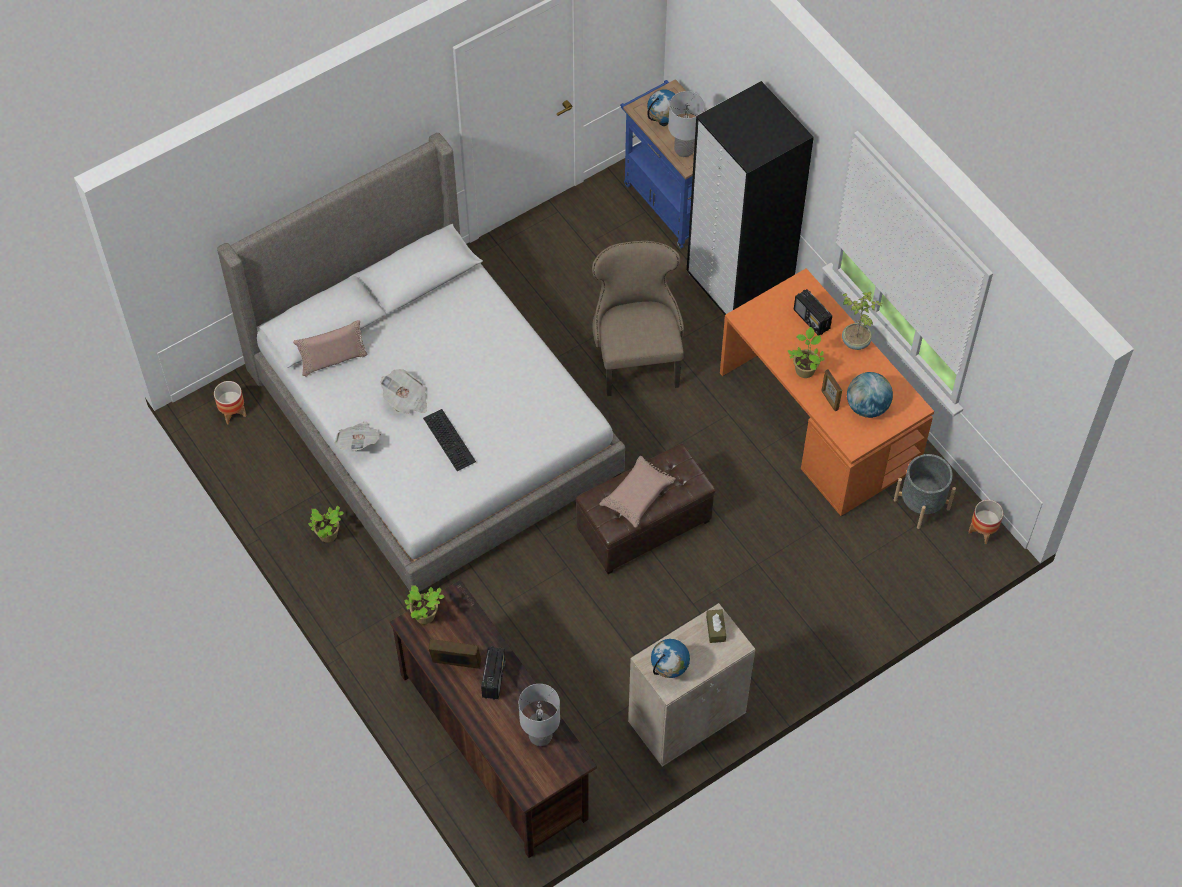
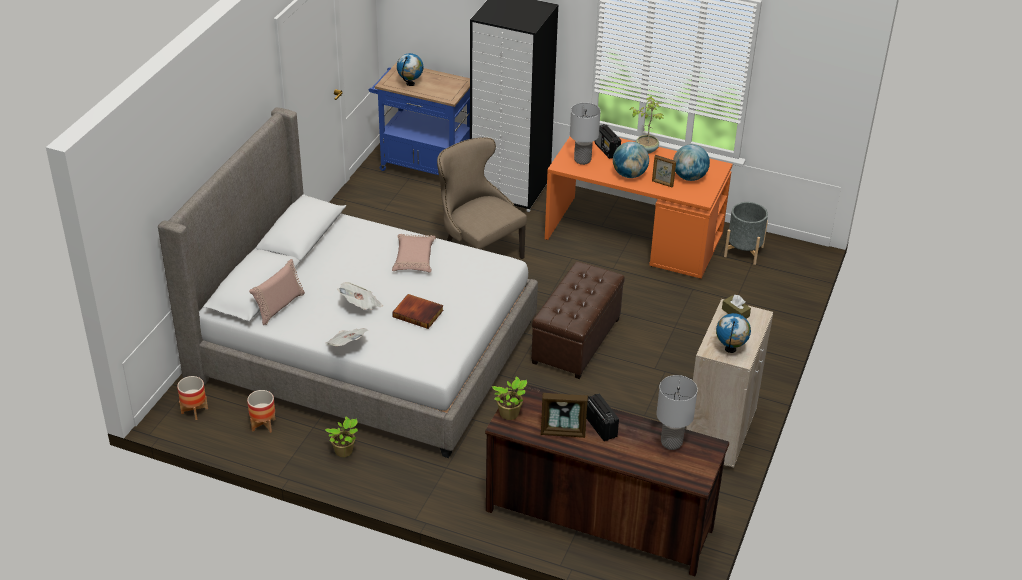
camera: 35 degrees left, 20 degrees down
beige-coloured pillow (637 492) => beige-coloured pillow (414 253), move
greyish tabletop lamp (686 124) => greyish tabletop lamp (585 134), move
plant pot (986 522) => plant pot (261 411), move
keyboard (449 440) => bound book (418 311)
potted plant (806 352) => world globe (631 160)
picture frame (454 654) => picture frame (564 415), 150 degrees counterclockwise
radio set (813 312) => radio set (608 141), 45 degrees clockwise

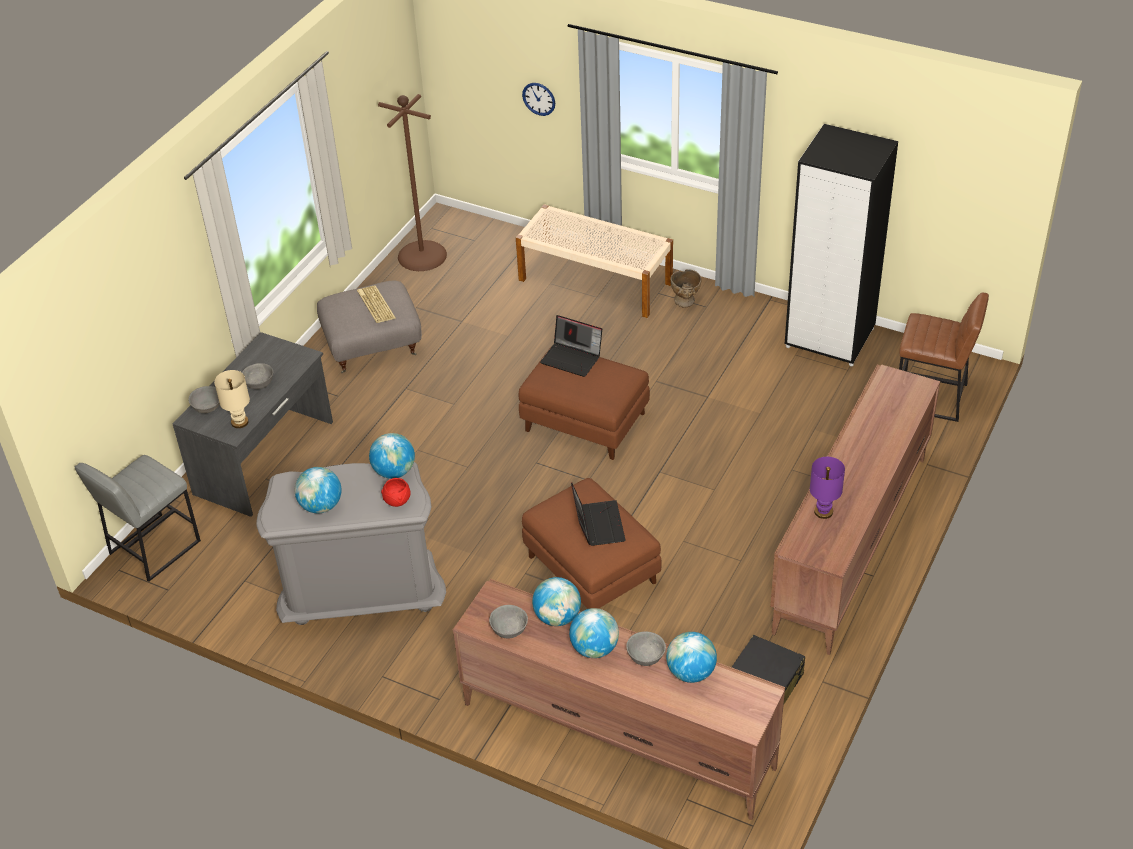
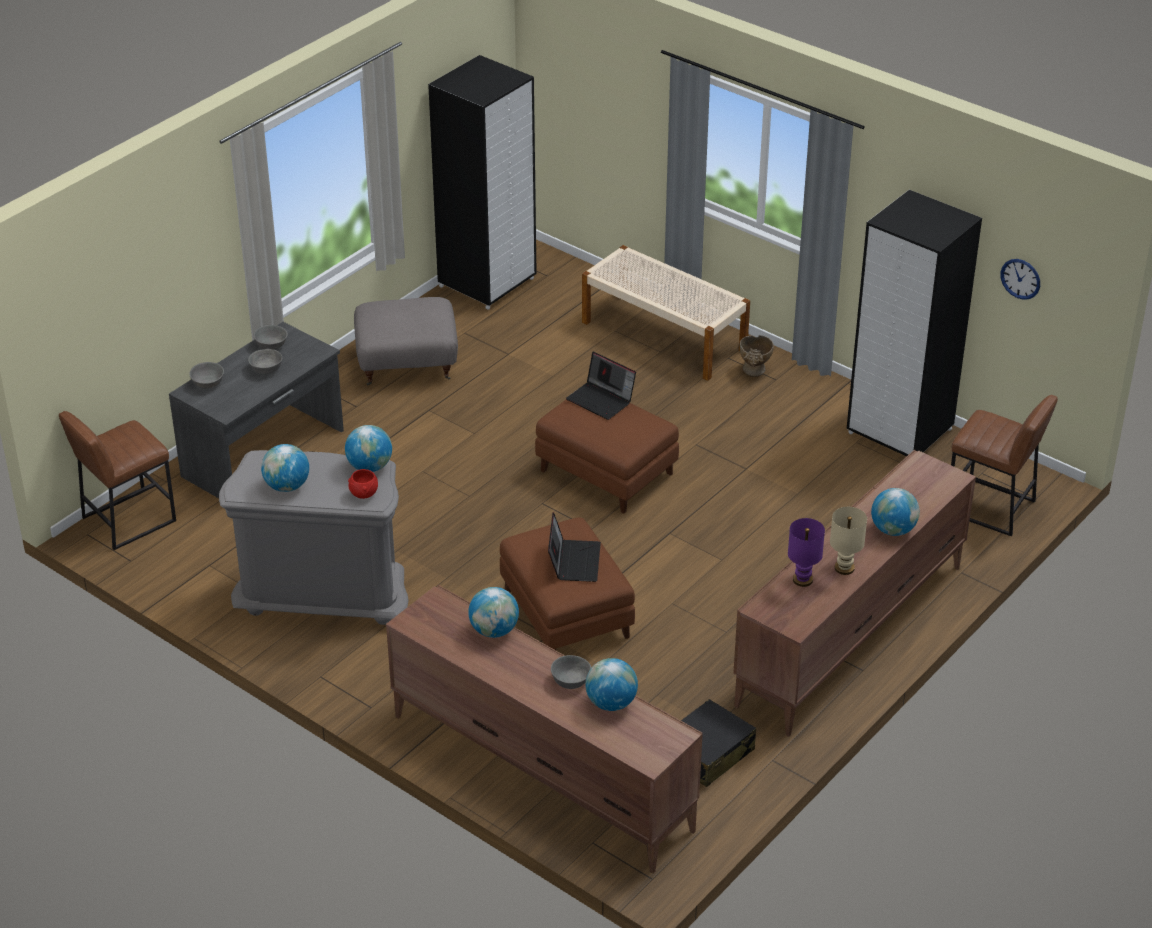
camera: 10 degrees right, 5 degrees down
keyboard (376 304) => nothing
beige-coloured tabletop lamp (232 399) => beige-coloured tabletop lamp (848 541), move
greyish bowl (508 621) => greyish bowl (270 337), move
hanging clock (538 99) => hanging clock (1020 279), move
world globe (594 633) => world globe (895 512), move
brownish garment stand (412 182) => wardrobe (482 182)
greyish plain chair (138 518) => brownish plain chair (117 480)

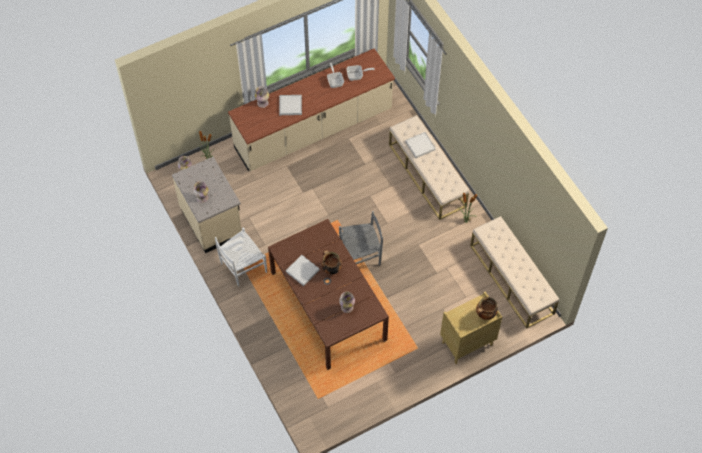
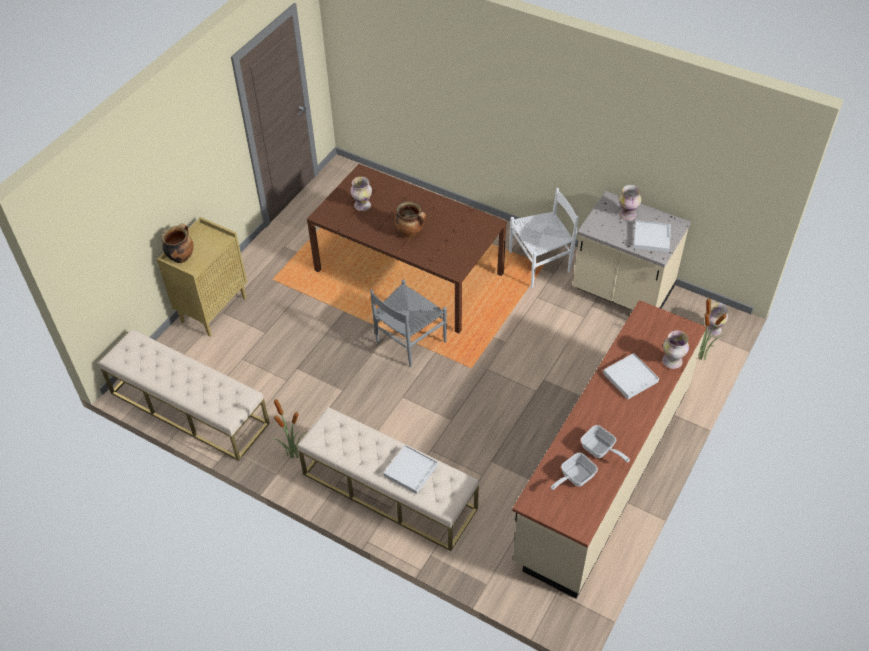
camera: 150 degrees right, 10 degrees down
white tray (303 270) => white tray (652 236), move
white plain chair (241 257) => white plain chair (544 238), 45 degrees clockwise

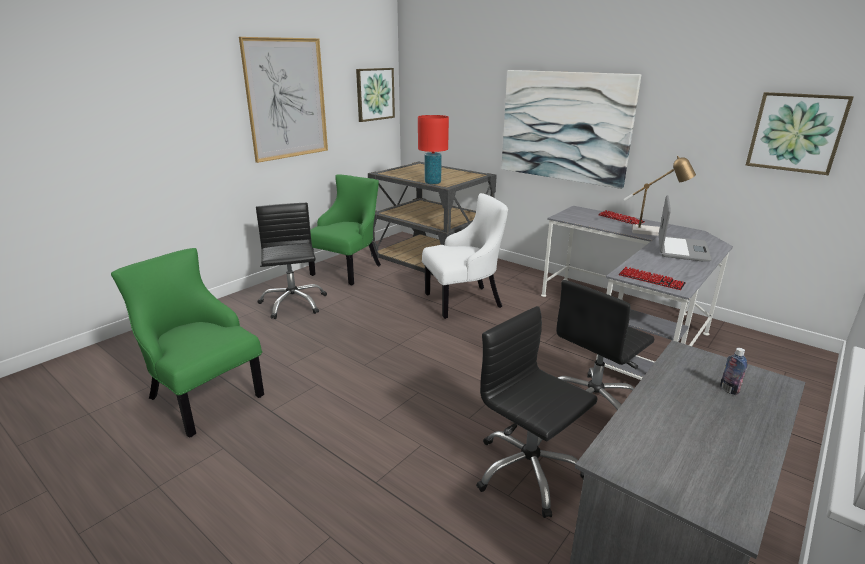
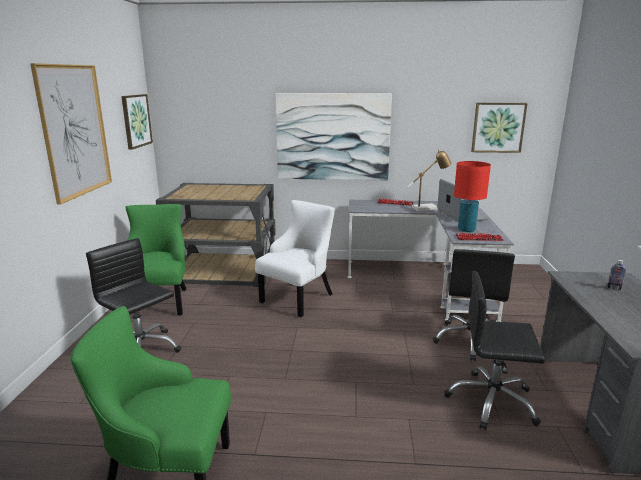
camera: 35 degrees left, 5 degrees down
reddish tabletop lamp (433 149) => reddish tabletop lamp (472 196), move

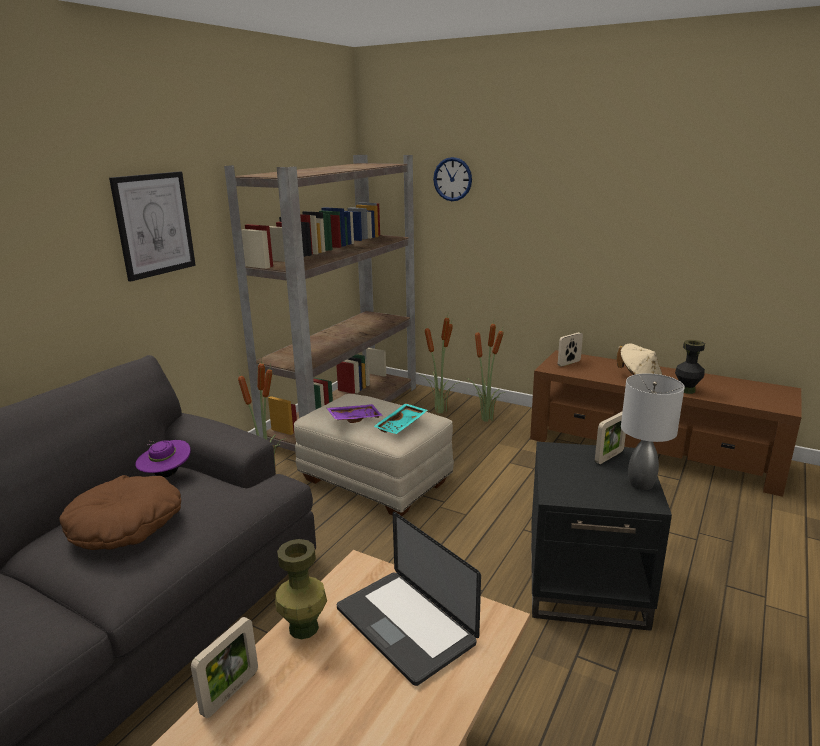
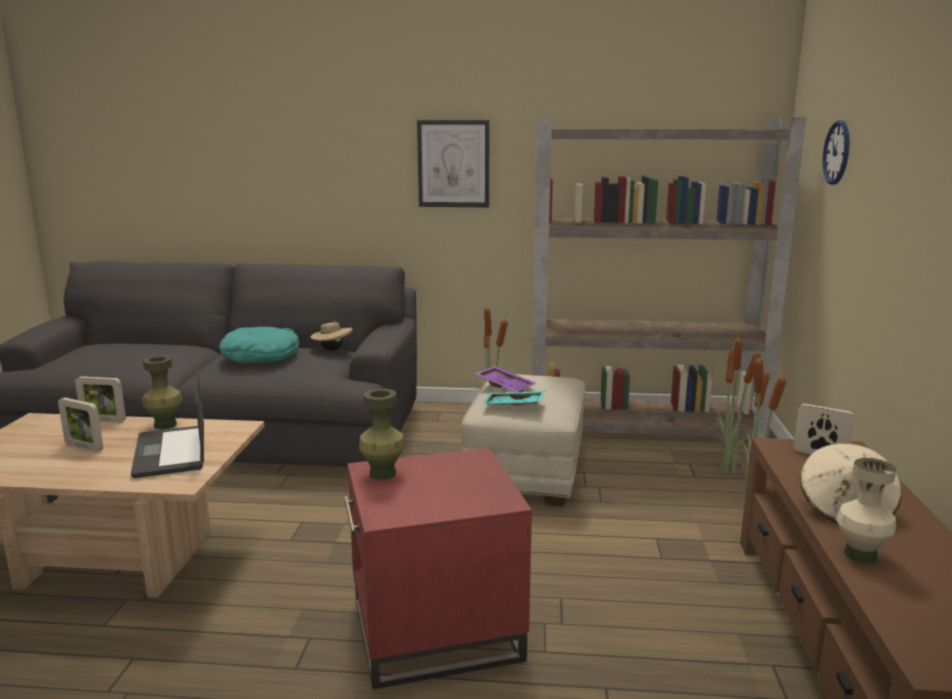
camera: 65 degrees right, 5 degrees down
greyish tabletop lamp (653 431) => nothing
nothing => greenish decorative vase (382 434)
picture frame (610 438) => picture frame (80 424), move
brownish pillow (120 512) => turquoise-coloured pillow (259 345)
purple clothing hat (163 458) => beige-coloured clothing hat (331 335)
black-coloured end table (601 536) => reddish end table (438 568)
black-coloured decorative vase (690 367) => beige-coloured decorative vase (866 511)
notebook computer (409 599) => notebook computer (167 424), 45 degrees counterclockwise

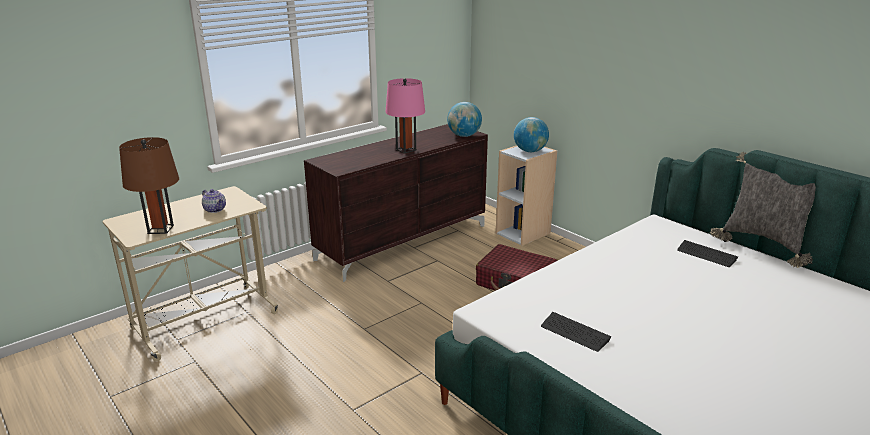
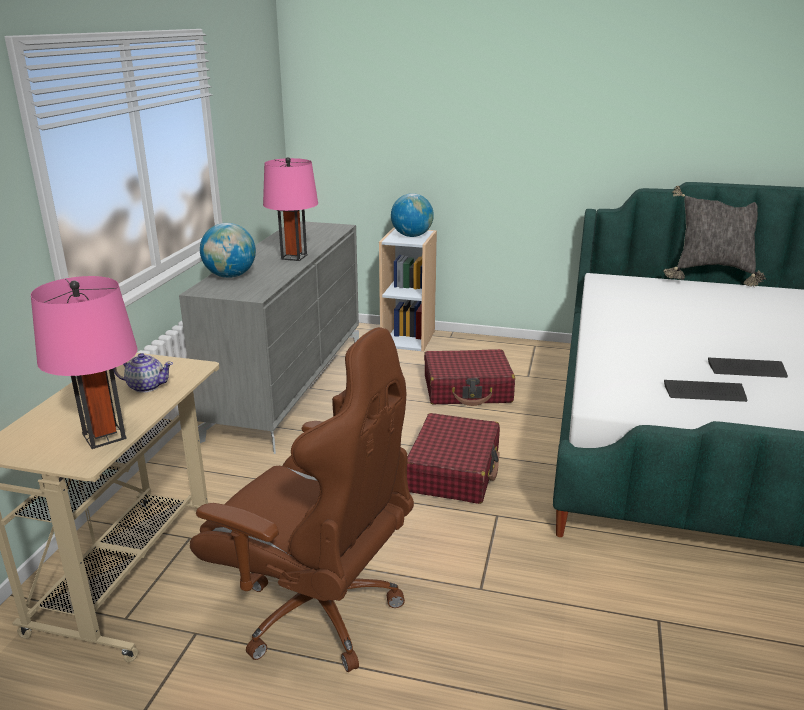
camera: 35 degrees left, 0 degrees up
nothing => brownish office chair (302 499)
nothing => reddish travel case (453 458)
world globe (464 119) => world globe (228 250), move
keyboard (707 253) => keyboard (748 367), move
brownish tabletop lamp (149 185) => pink-coloured tabletop lamp (84 362)
brownish chest of drawers (396 203) => greyish chest of drawers (269 337)

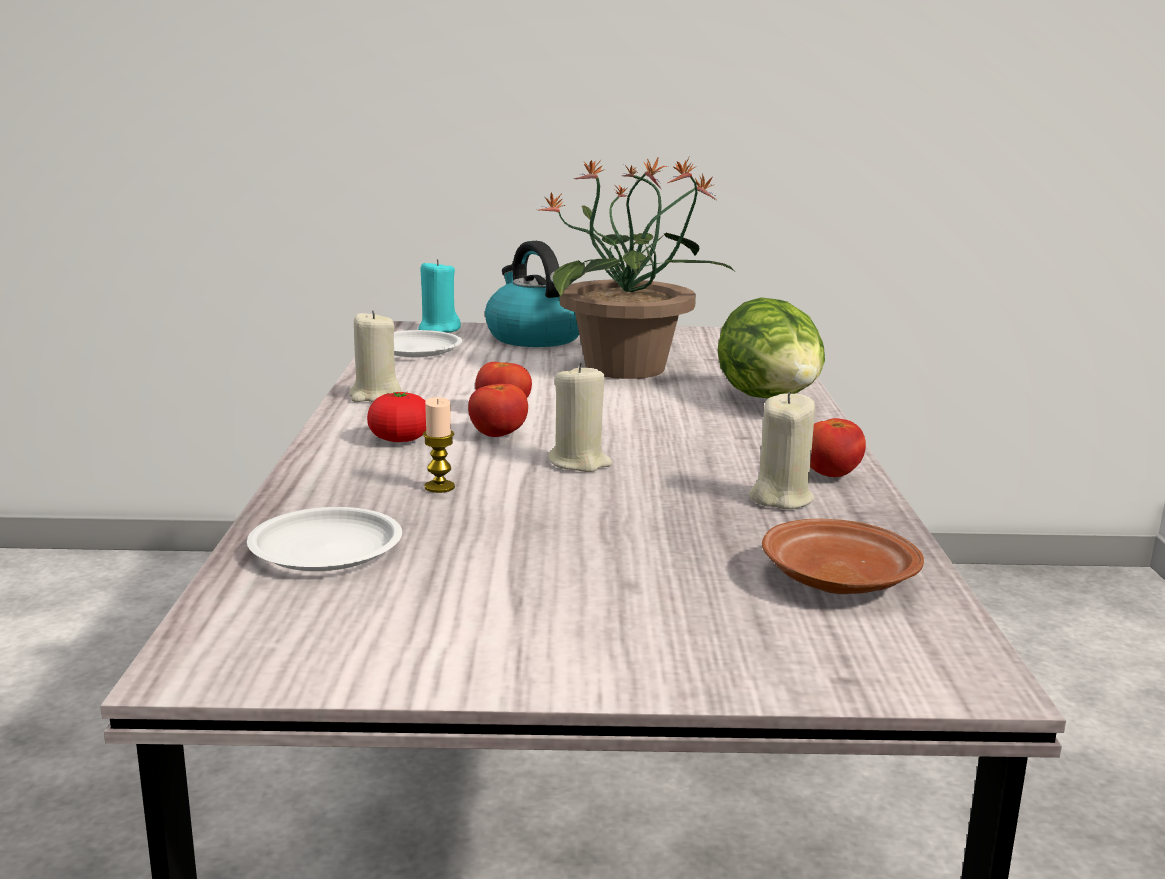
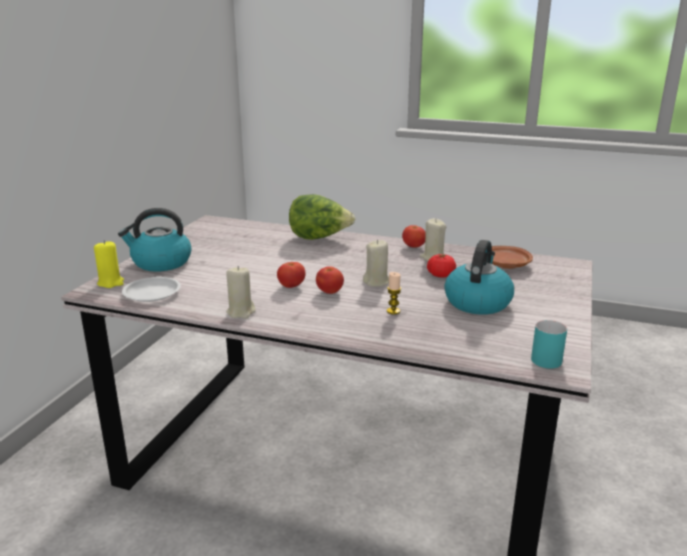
camera: 70 degrees left, 5 degrees up
white dinner plate (324 539) => nothing
potted plant (636 267) => nothing
nothing => water kettle (479 277)
nothing => turquoise-coloured coffee mug (549 344)
fresh tomato (396 417) => fresh tomato (441 265), move
turquoise-coloured wax light (439 295) => yellowish wax light (109 264)

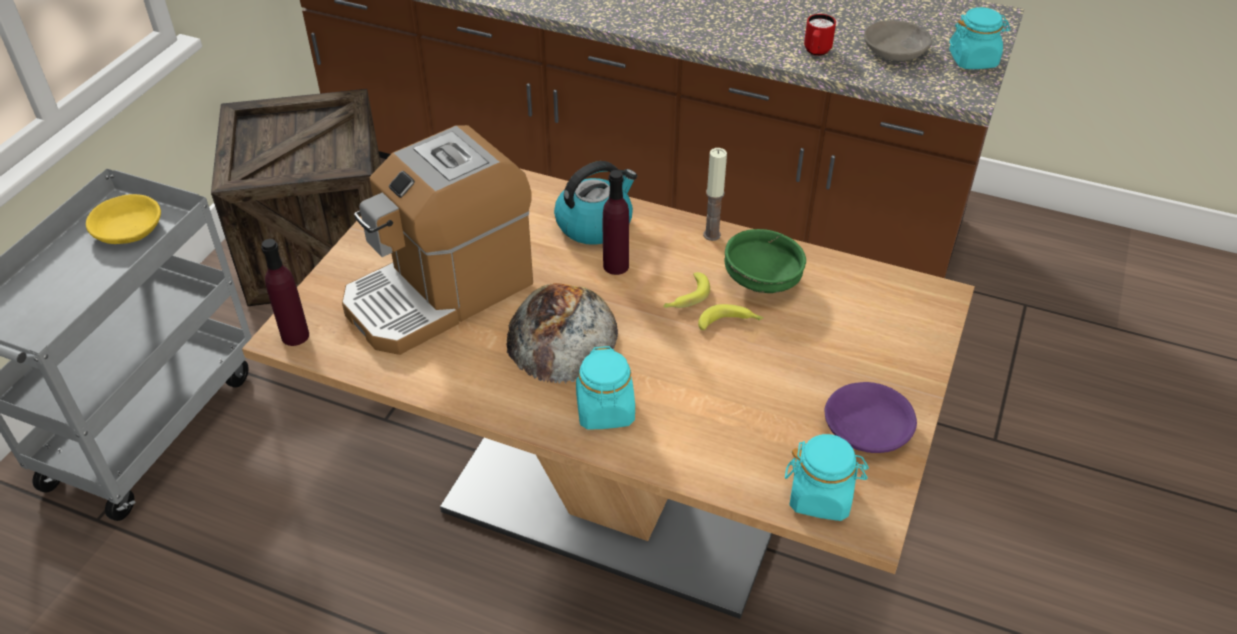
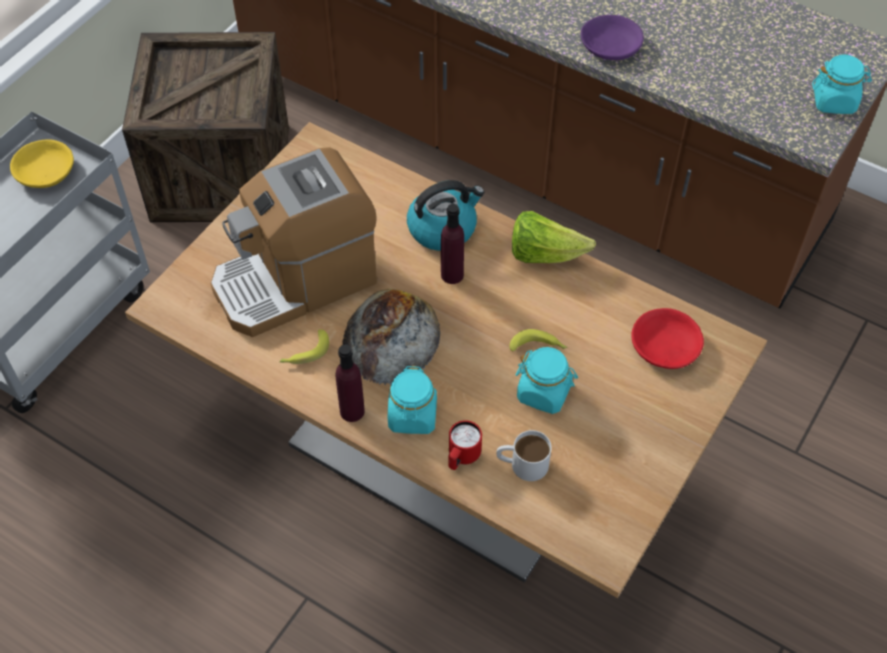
camera: 10 degrees right, 10 degrees up
greenish bowl (765 261) => nothing
greyish bowl (898 40) => nothing
nothing => white coffee mug (523 455)
nothing => reddish bowl (667 338)
purple bottle (285 292) => purple bottle (350 383), move
banana (686 290) => banana (304 346), move
turquoise-coloured preserve jar (827 477) => turquoise-coloured preserve jar (547 380), move
reddish coffee mug (820 35) => reddish coffee mug (465 445), move
purple bowl (870 417) => purple bowl (612 37), move
wax light (715 194) => head of lettuce (554 237)

